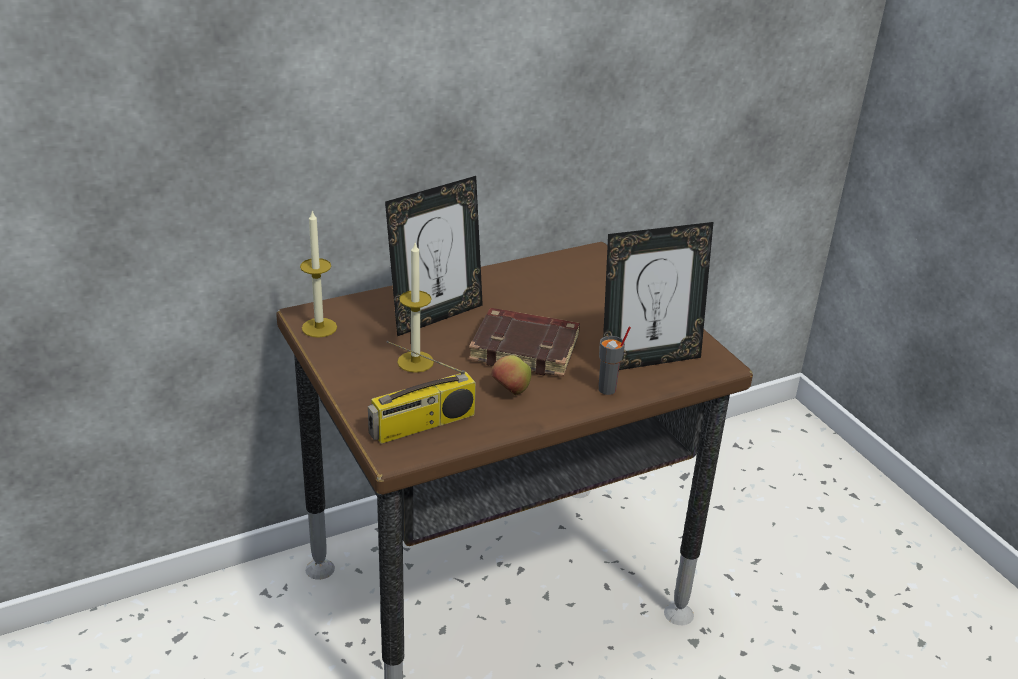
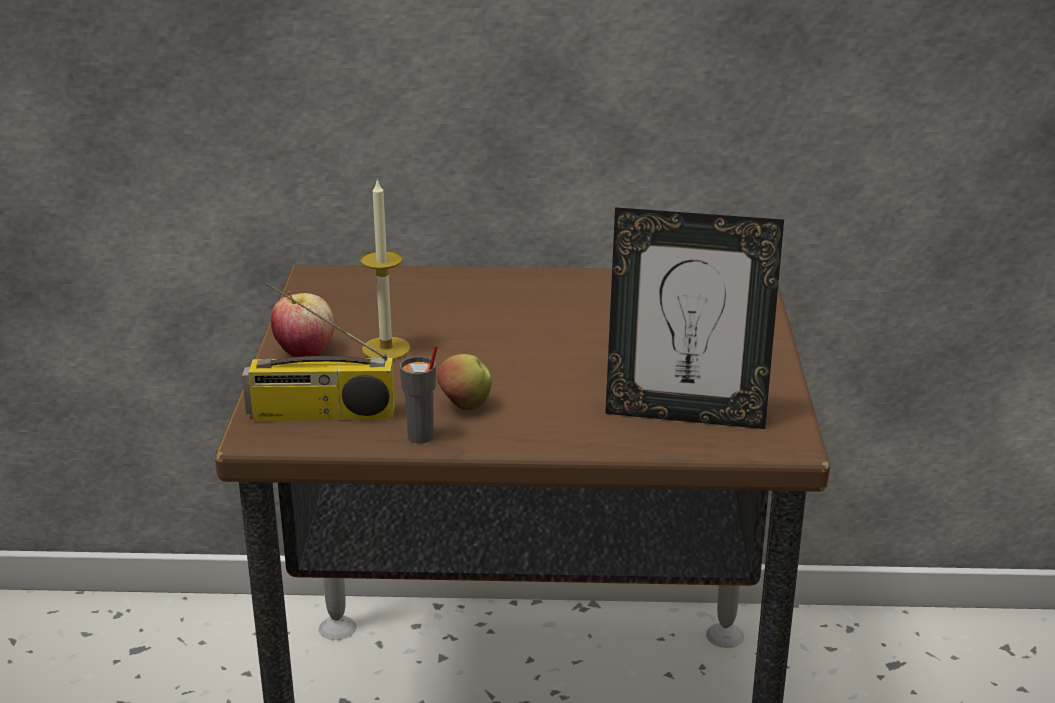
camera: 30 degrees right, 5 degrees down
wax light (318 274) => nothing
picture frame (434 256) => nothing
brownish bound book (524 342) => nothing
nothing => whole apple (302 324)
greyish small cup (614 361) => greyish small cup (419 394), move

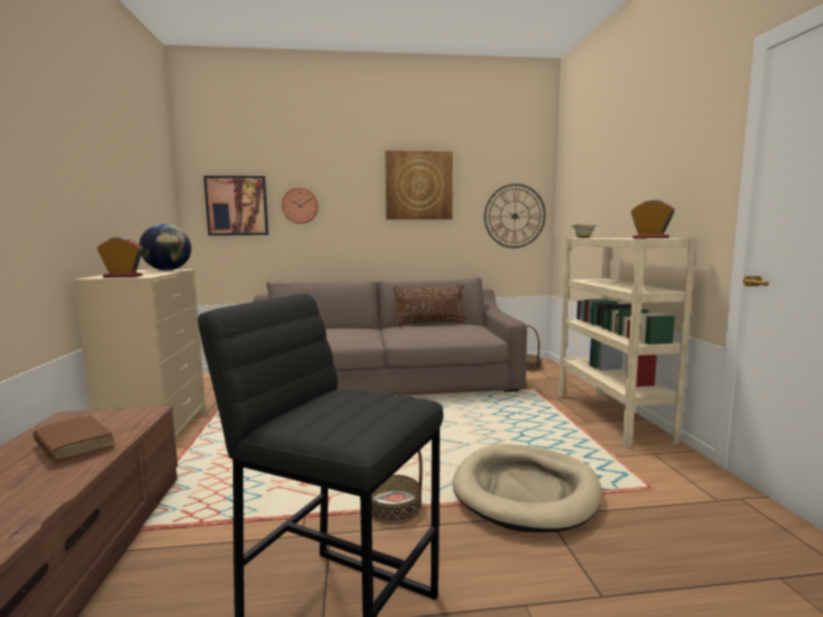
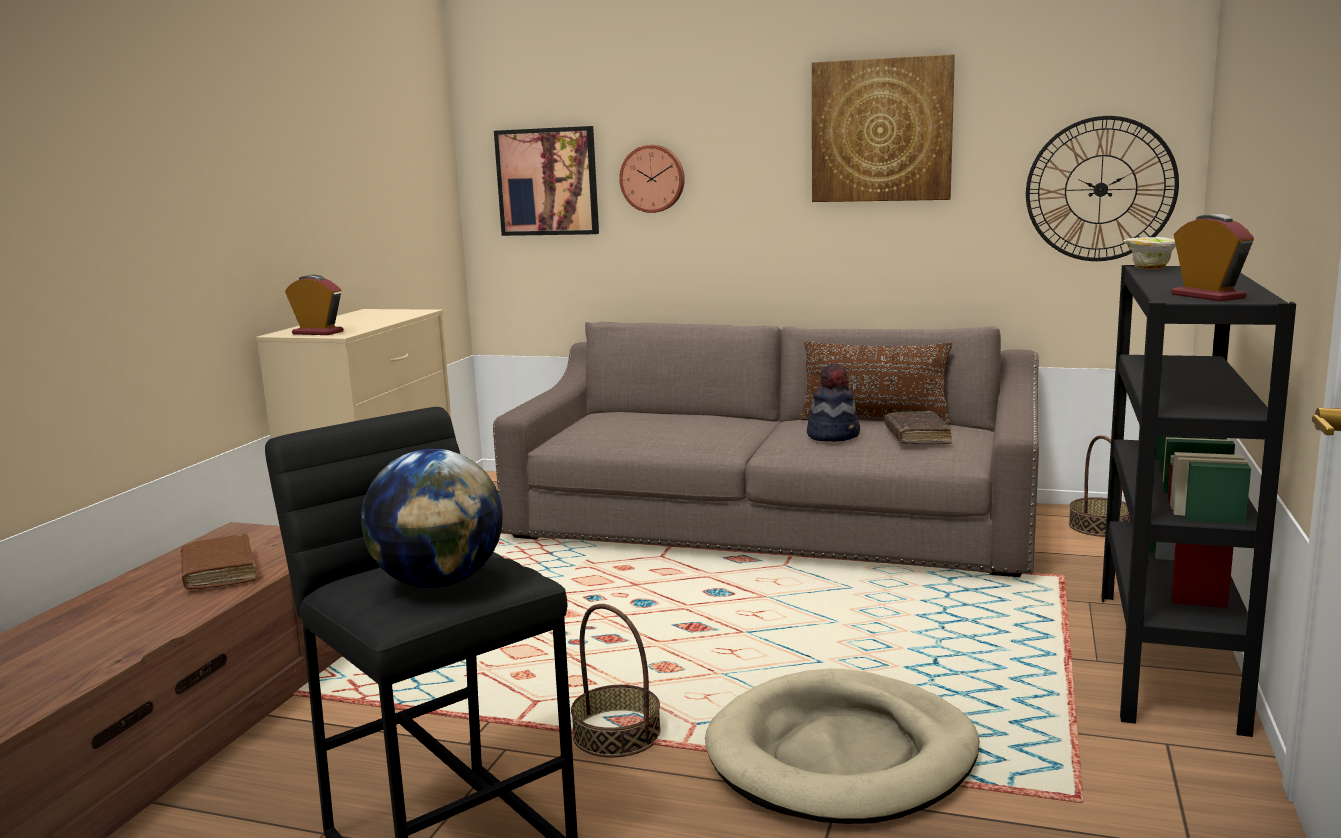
camera: 25 degrees right, 5 degrees up
nothing => clothing hat (833 402)
nothing => brownish bound book (918 427)
world globe (165 247) => world globe (432 518), move
beige-coloured bookcase (628 343) => black-coloured bookcase (1198 501)

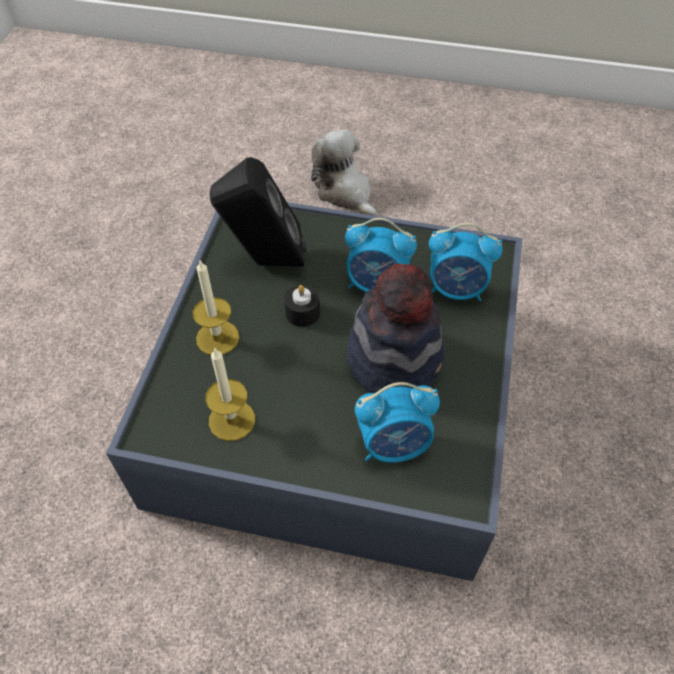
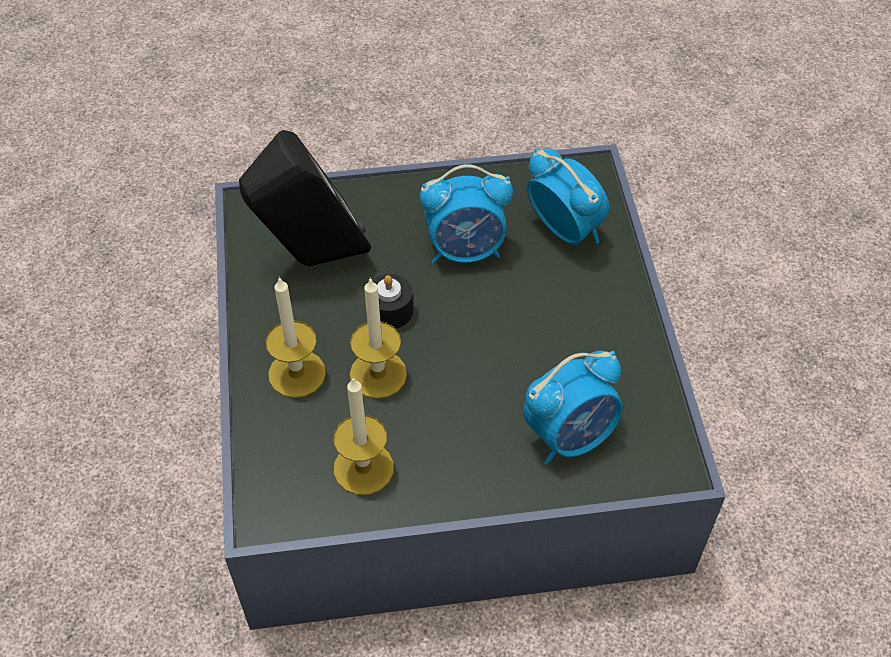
camera: 20 degrees left, 0 degrees up
soft toy (344 173) => nothing
clothing hat (395 328) => nothing
nothing => wax light (378 338)
alarm clock (465 262) => alarm clock (568 196), 120 degrees counterclockwise

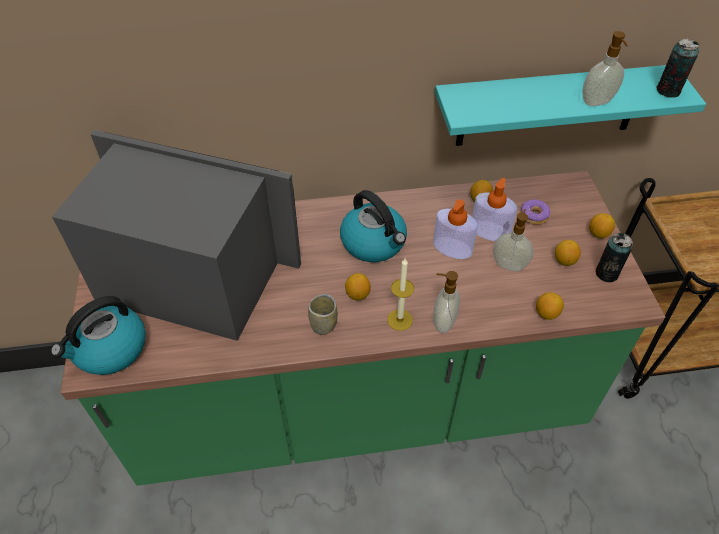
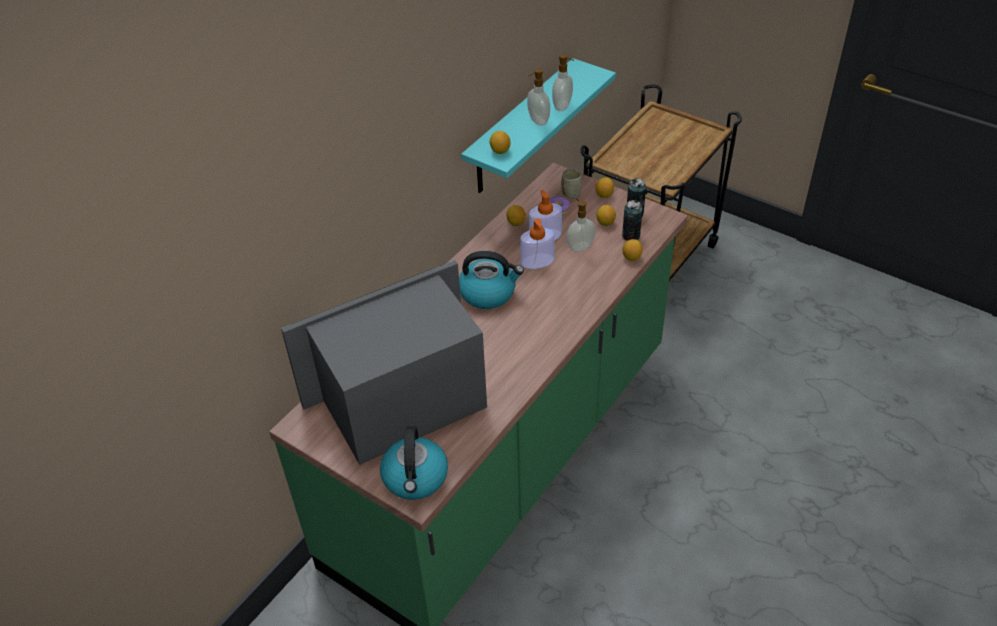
camera: 45 degrees left, 5 degrees down
wax light (400 295) => nothing
small cup (323 314) => small cup (571 183), move
lemon (358 286) => lemon (500 142), move
liquid soap bottle (446 302) => liquid soap bottle (538 97), move
metal can (678 68) => metal can (632 220), move

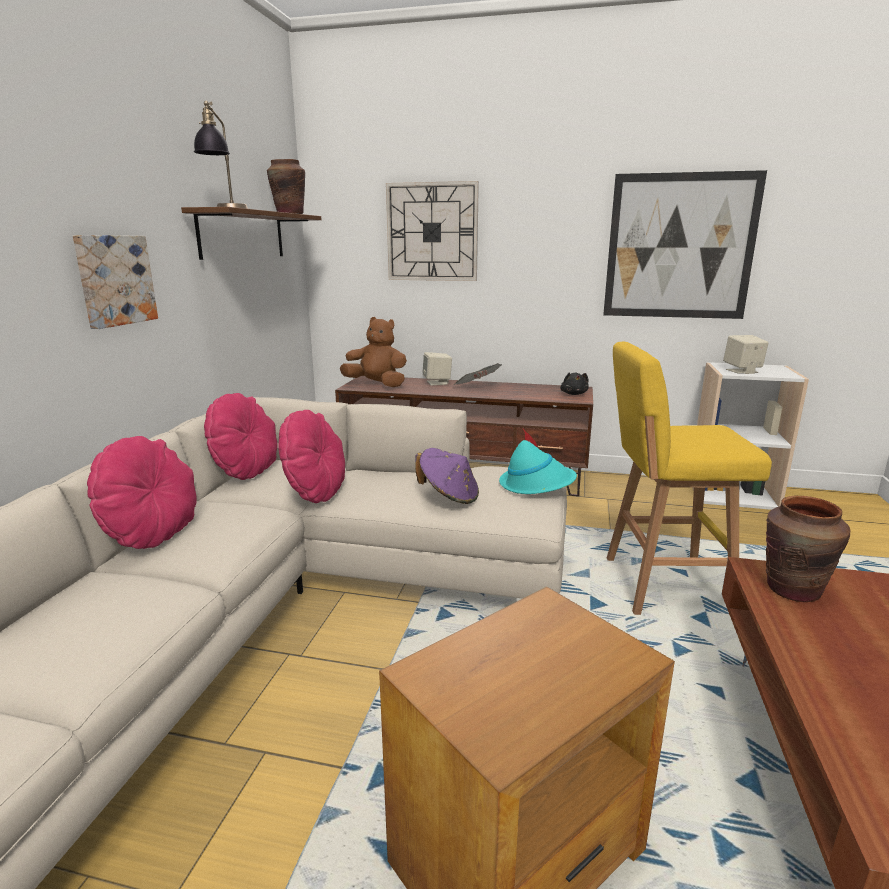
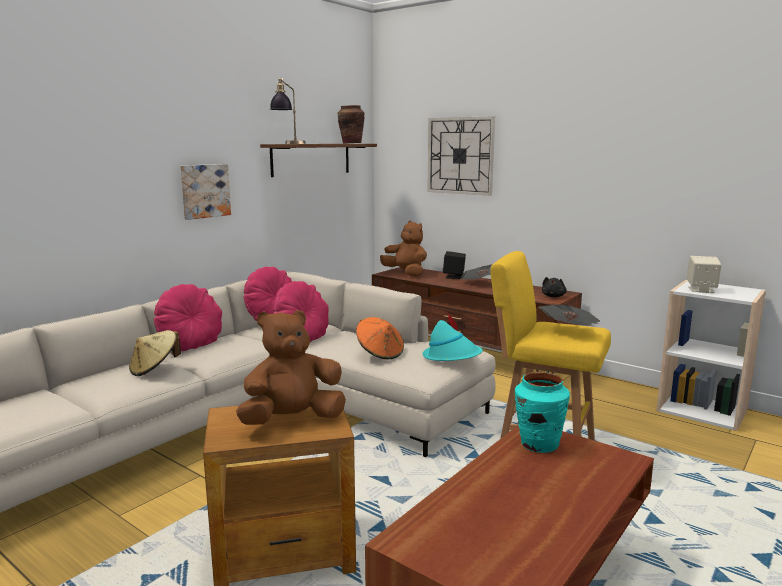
camera: 25 degrees right, 5 degrees down
picture (685 244) => nothing
nothing => beige-coloured clothing hat (155 353)
nothing => brownish soft toy (291 367)
nothing => newspaper (569 315)
purple clothing hat (447 476) => orangey clothing hat (380 338)
beige-coloured loudspeaker (437 369) => black-coloured loudspeaker (454 265)
brownish decorative vase (808 549) => turquoise-coloured decorative vase (542 412)

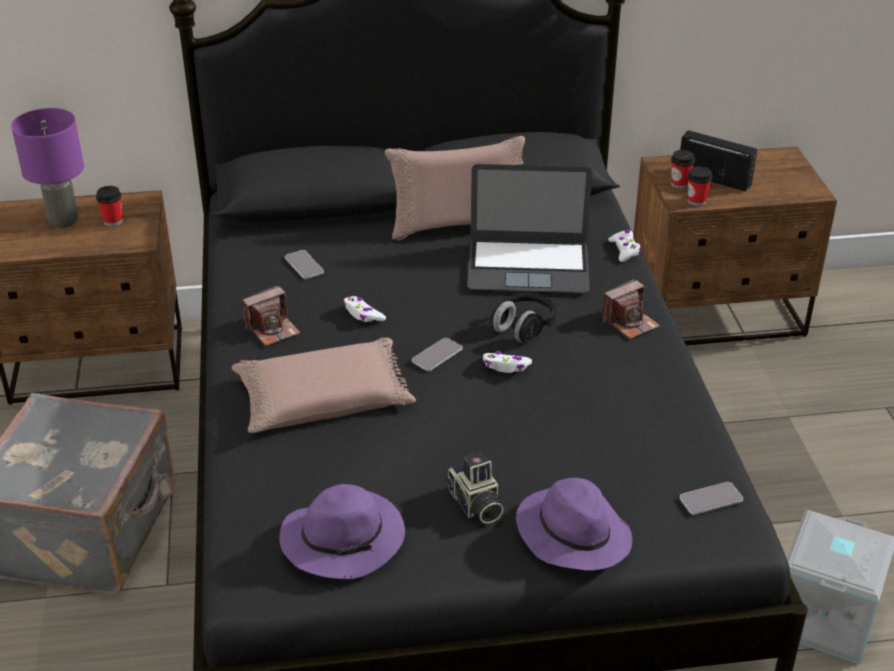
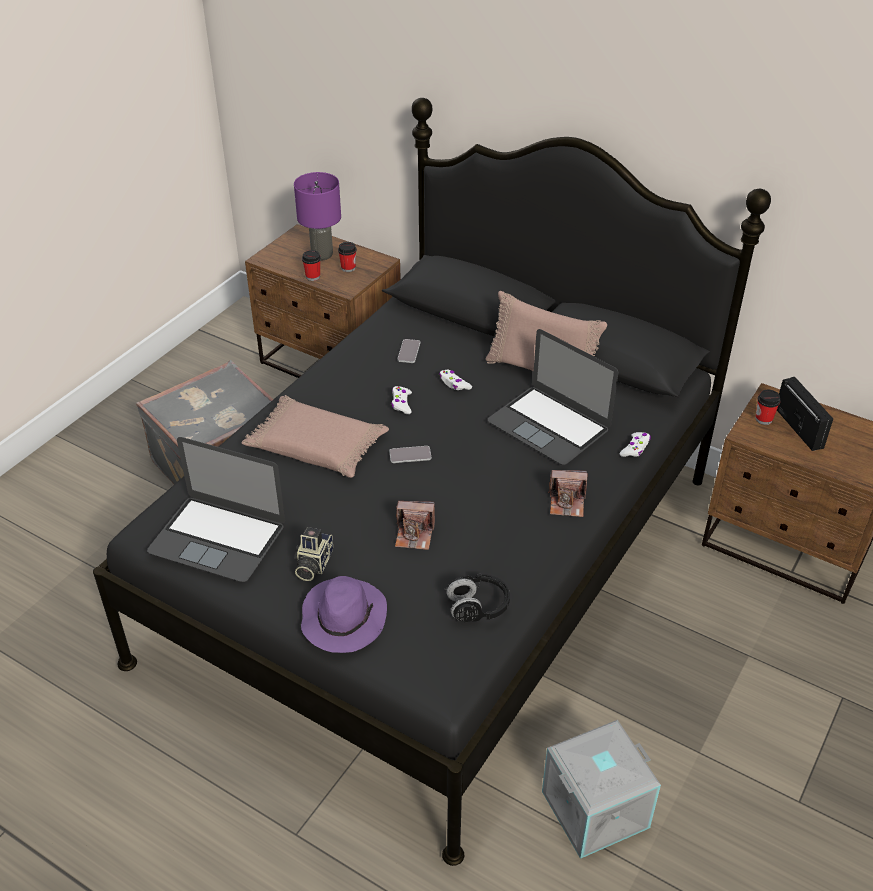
camera: 40 degrees right, 5 degrees up
telephone (711 498) => nothing
still camera (271 315) => still camera (415 525), move
white joypad (507 362) => white joypad (455 380), move
black-coloured pair of headphones (522 317) => black-coloured pair of headphones (477 597), move
small cup (699 186) => small cup (311 265), move
purple clothing hat (342 531) => notebook computer (216 509)

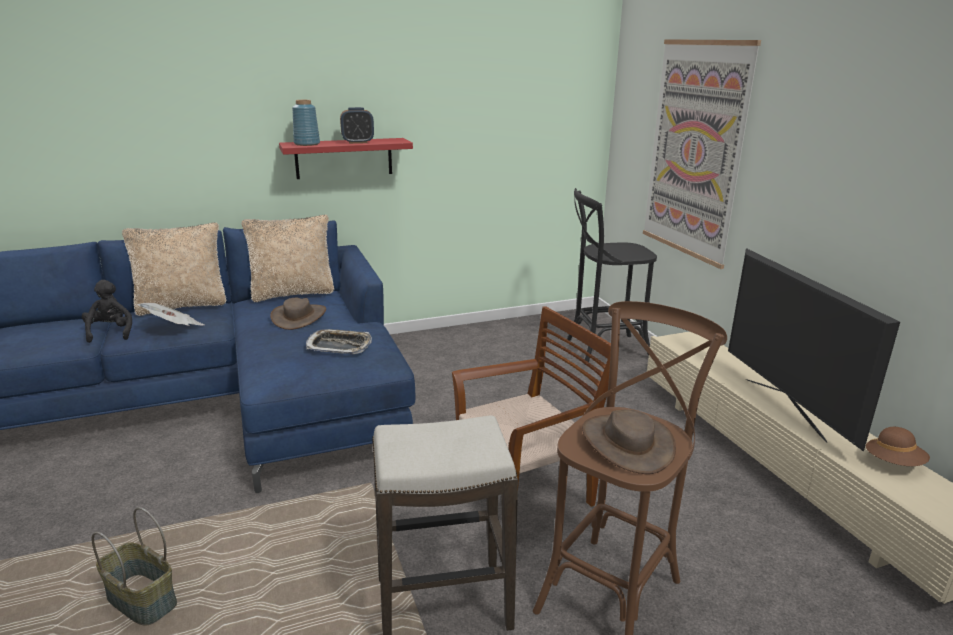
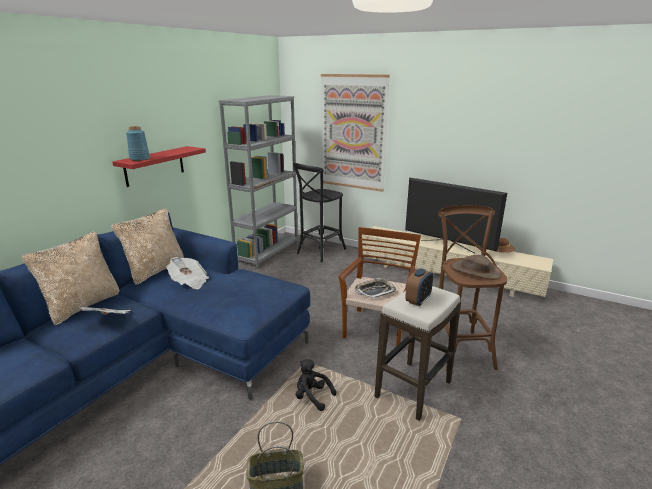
camera: 40 degrees left, 0 degrees up
nothing => greyish bookcase (258 182)
black-coloured soft toy (107 311) => black-coloured soft toy (315 385), move
tray (339 341) => tray (375 288), move
alarm clock (357 125) => alarm clock (419 287), move
brownish clothing hat (298 314) => newspaper (187 273)

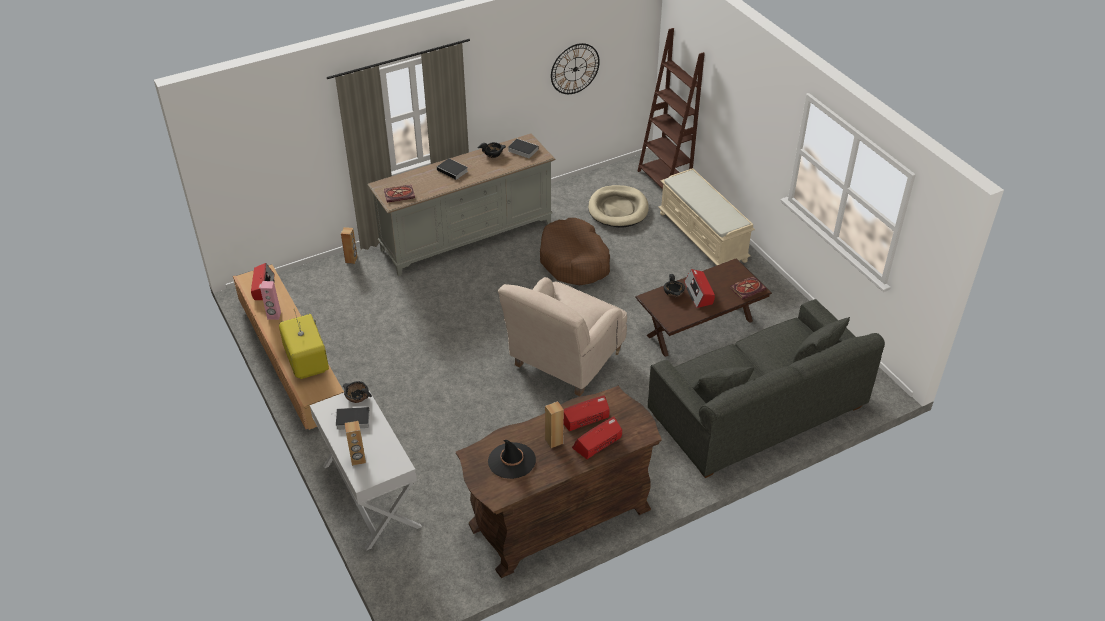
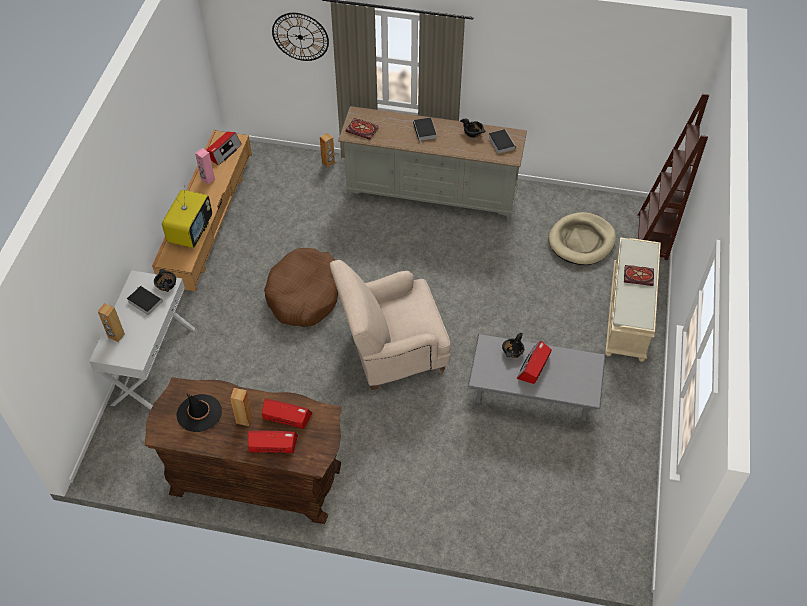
camera: 40 degrees right, 10 degrees up
greyish sofa (766 388) => nothing
brownish dog cushion (575 251) => brownish dog cushion (301 287), move
hanging clock (575 68) => hanging clock (300 37), move
bound book (748 288) => bound book (639 275), move
brownish coffee table (703 307) => greyish coffee table (536 377)

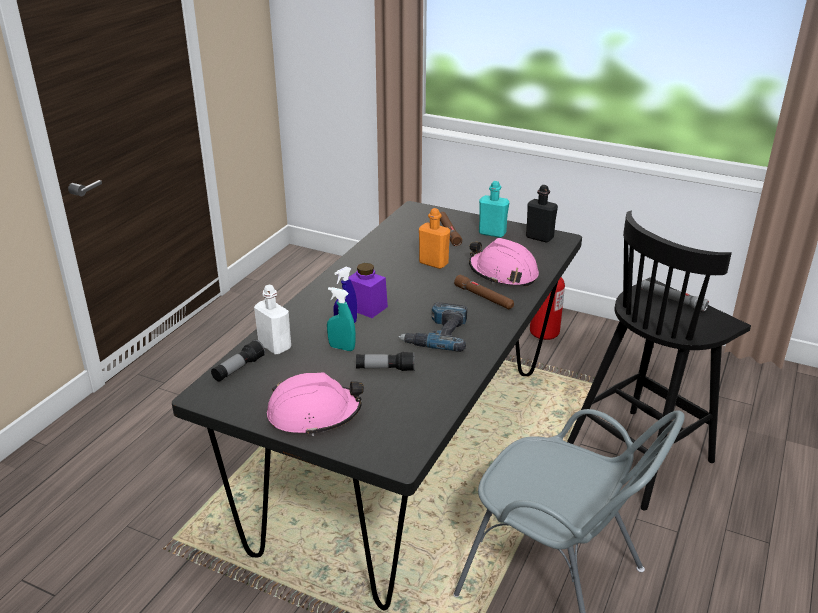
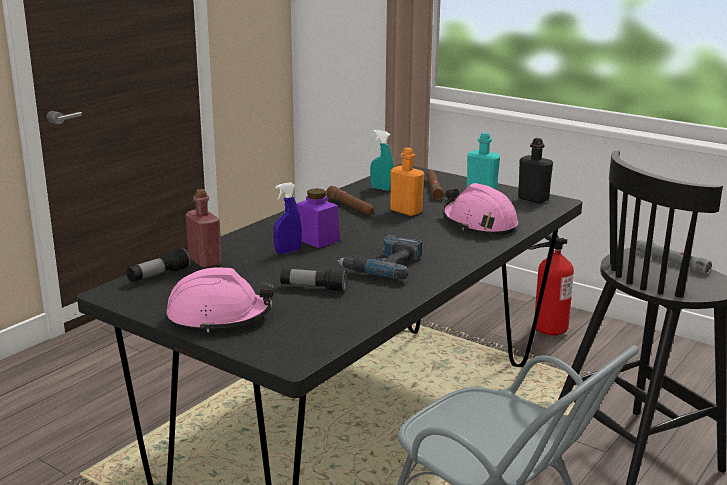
camera: 10 degrees right, 10 degrees down
turquoise-coloured spray bottle (341 319) => turquoise-coloured spray bottle (382 160), move
brownish hand torch (484 292) => brownish hand torch (350 200), move
white bottle (272 320) => reddish bottle (204 228)

